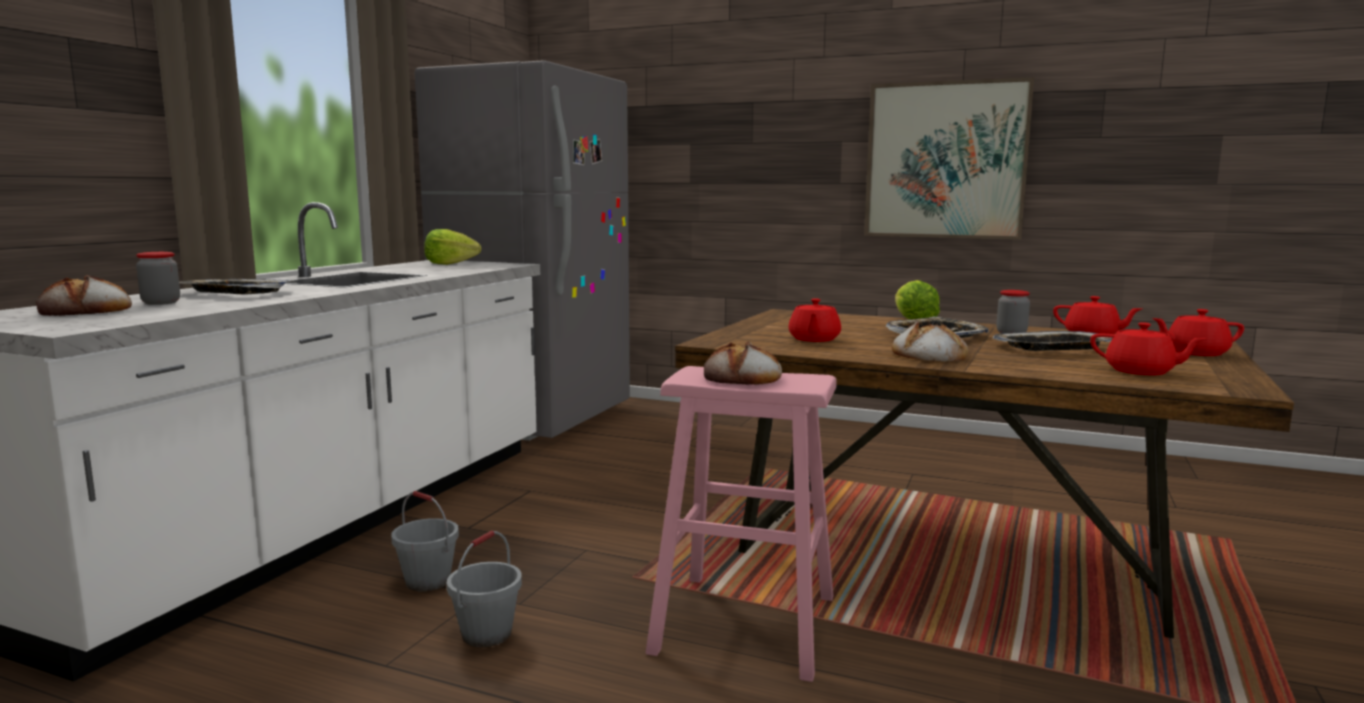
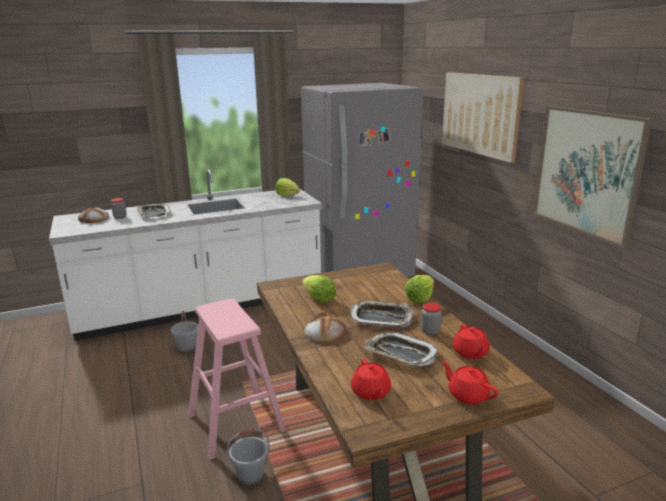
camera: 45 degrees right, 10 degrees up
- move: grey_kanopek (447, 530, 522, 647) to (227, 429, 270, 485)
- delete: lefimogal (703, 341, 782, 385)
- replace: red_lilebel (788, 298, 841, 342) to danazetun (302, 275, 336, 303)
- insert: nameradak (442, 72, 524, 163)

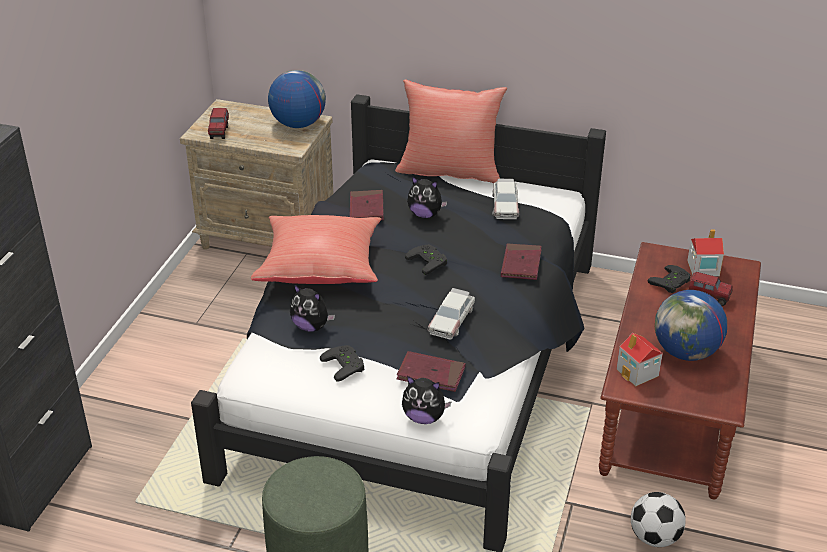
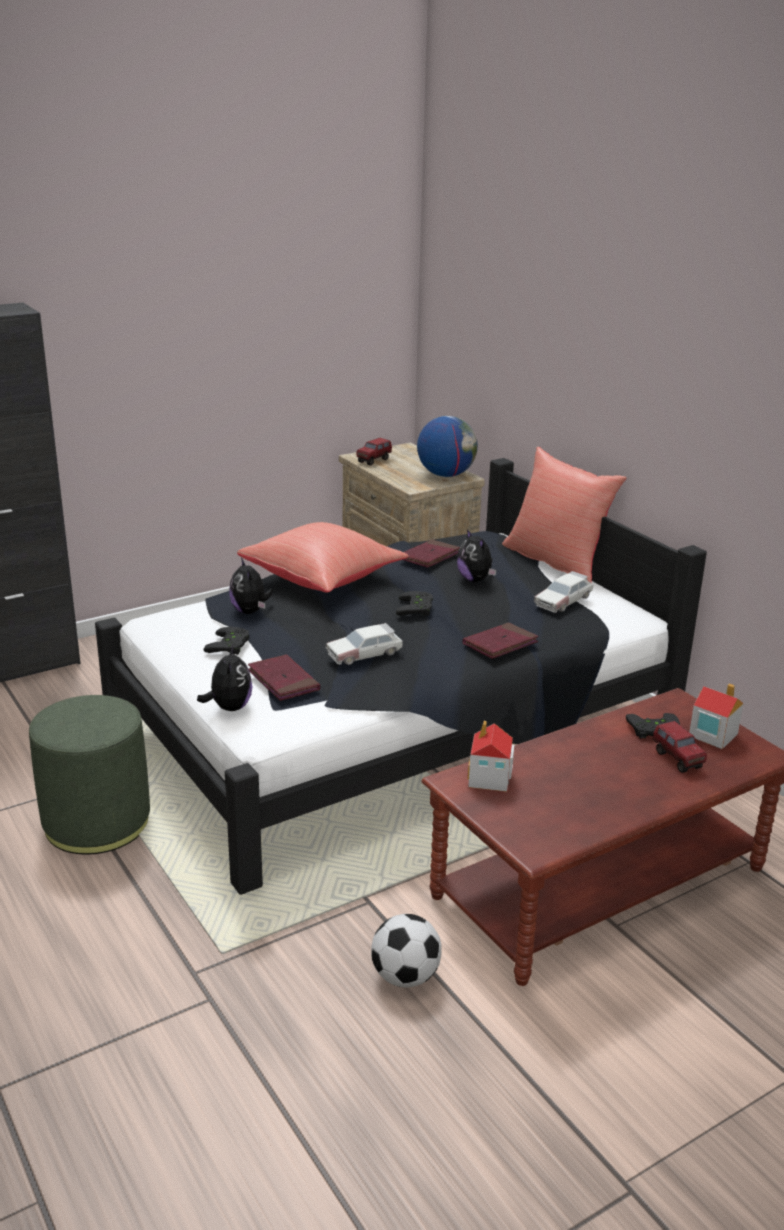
camera: 40 degrees right, 10 degrees down
- rotate: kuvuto (402, 376, 452, 424) = (197, 646, 252, 711) 150 degrees counterclockwise
- delete: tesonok (655, 290, 727, 361)

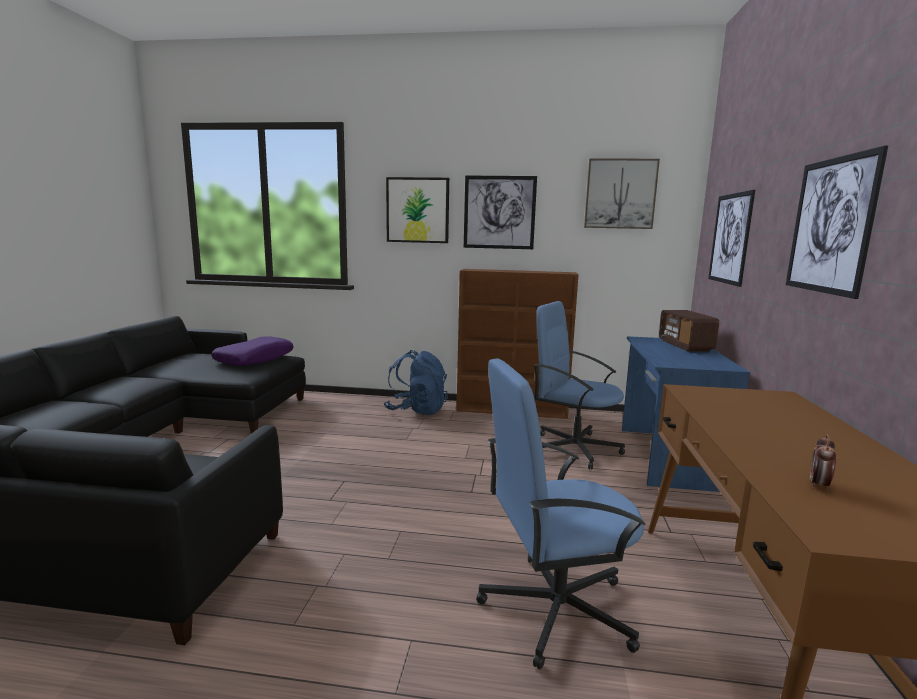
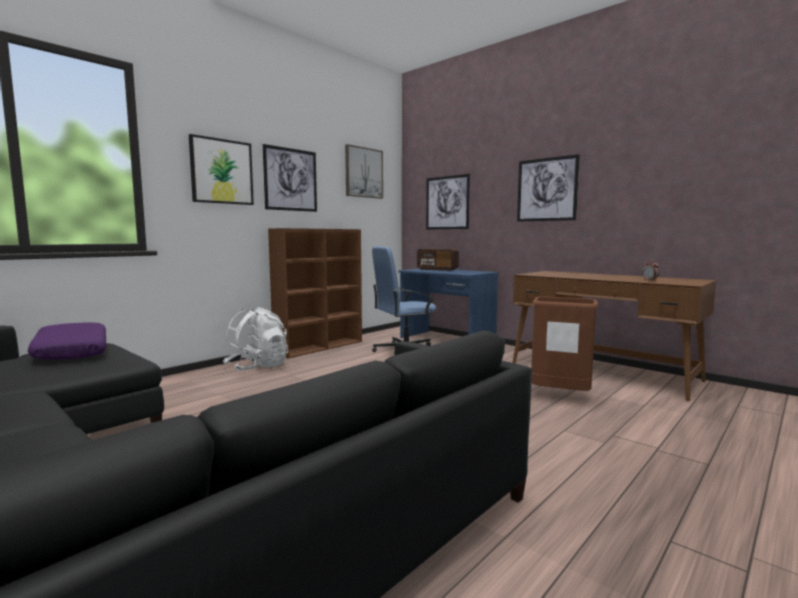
camera: 55 degrees left, 5 degrees down
- recolor: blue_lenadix (383, 350, 448, 415) to white_lenadix (223, 307, 288, 371)
- replace: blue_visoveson (476, 359, 646, 669) to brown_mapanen (531, 296, 598, 391)

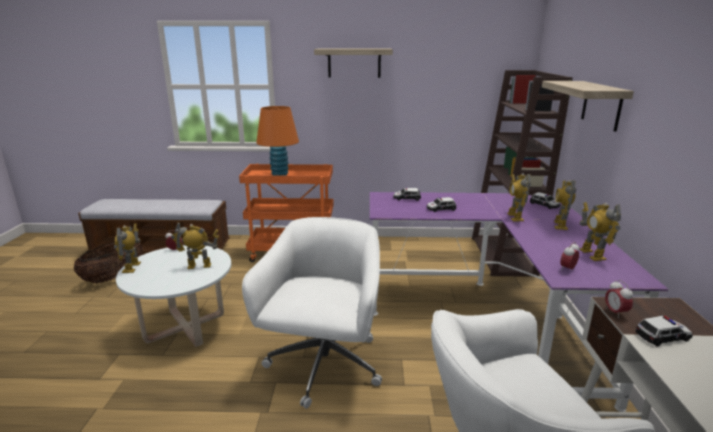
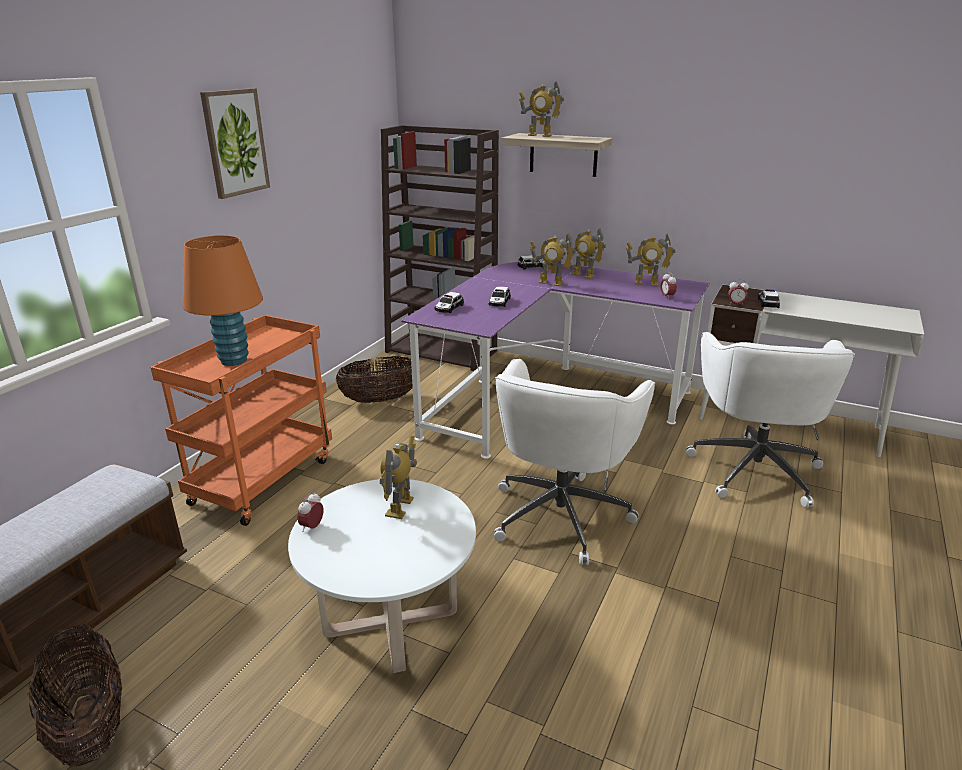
camera: 65 degrees left, 5 degrees up
- move: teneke (114, 224, 141, 273) to (519, 81, 564, 137)
- rotate: white_visoveson (242, 217, 382, 409) = (494, 359, 655, 565) 105 degrees counterclockwise
- replace: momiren (314, 49, 393, 78) to nameradak (200, 88, 270, 199)
- insert: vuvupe (336, 356, 413, 403)

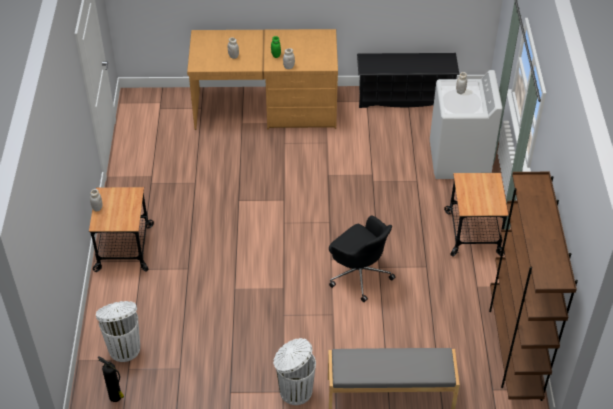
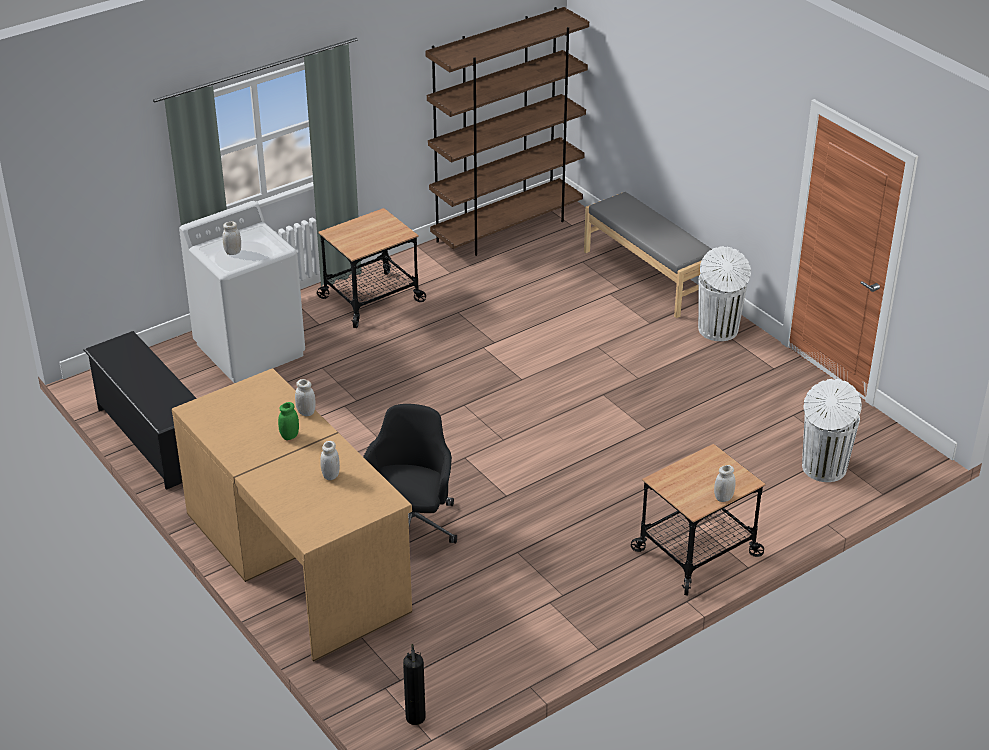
camera: 125 degrees left, 10 degrees down
- move: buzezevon (98, 356, 124, 402) to (403, 644, 426, 725)
- move: black_visoveson (329, 215, 395, 302) to (363, 404, 457, 543)

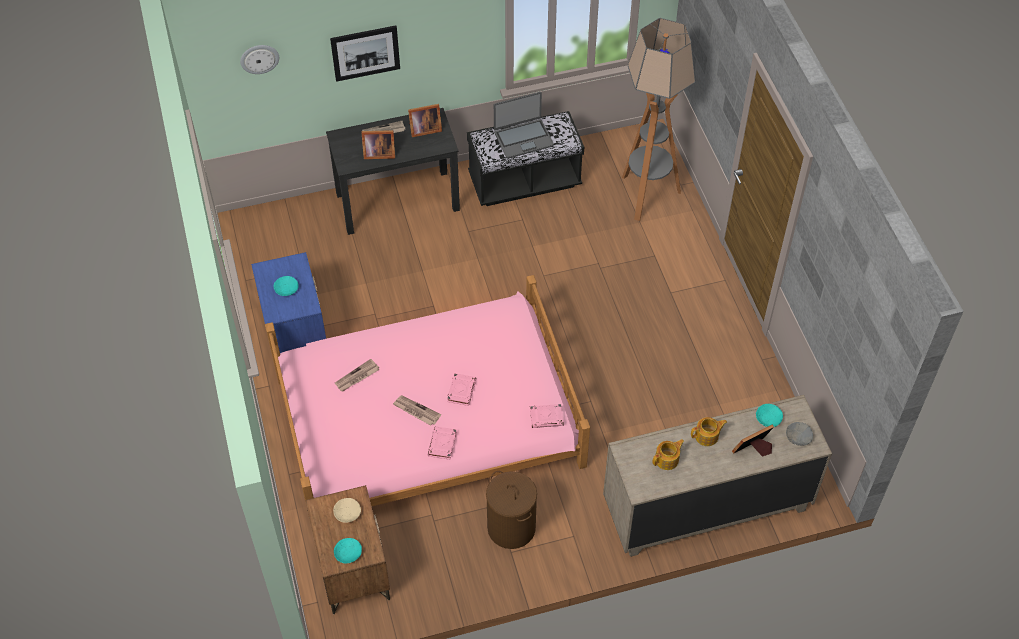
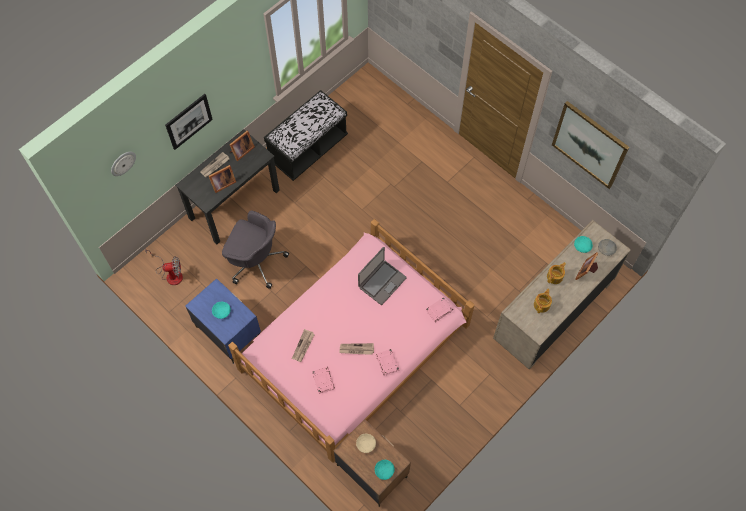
camera: 30 degrees left, 10 degrees up
- move: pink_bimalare (447, 373, 476, 406) to (312, 367, 335, 394)
- delete: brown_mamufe (486, 471, 537, 549)
- move: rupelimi (494, 92, 554, 159) to (358, 247, 407, 305)
- delete: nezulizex (622, 18, 696, 221)
- insert: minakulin (145, 248, 183, 285)
- insert: grey_visoveson (222, 210, 289, 289)
- insert: nameradak (552, 101, 629, 189)

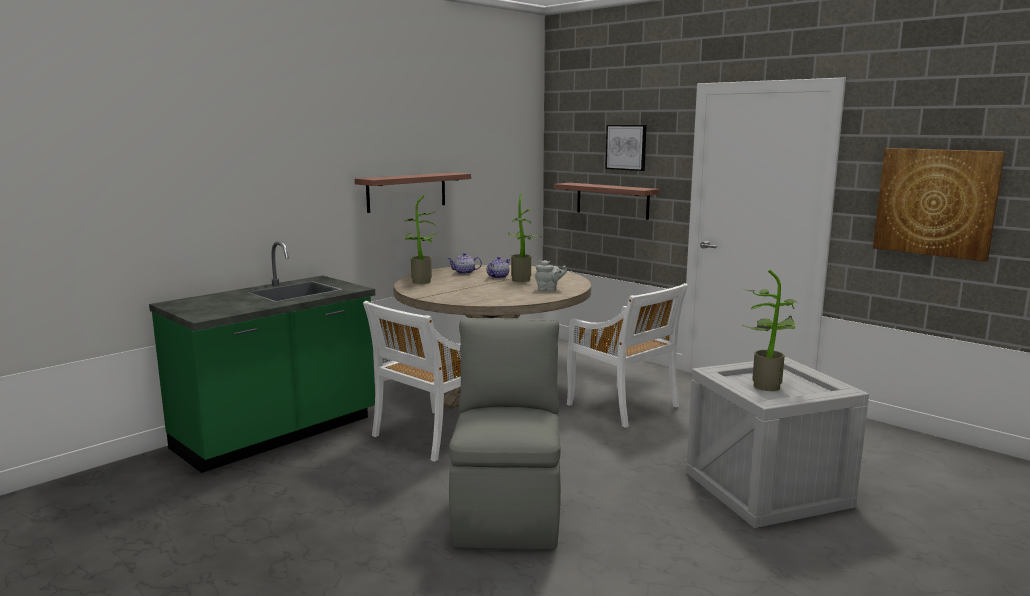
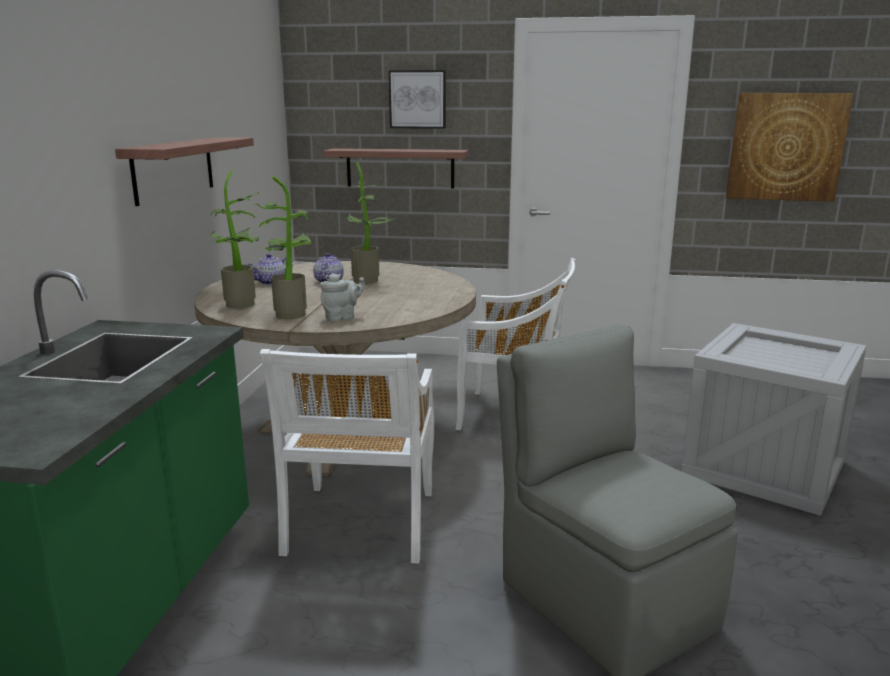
camera: 35 degrees left, 5 degrees up
- move: grey_lilebel (535, 260, 567, 291) to (320, 273, 365, 321)
- move: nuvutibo (740, 270, 798, 391) to (246, 176, 311, 319)

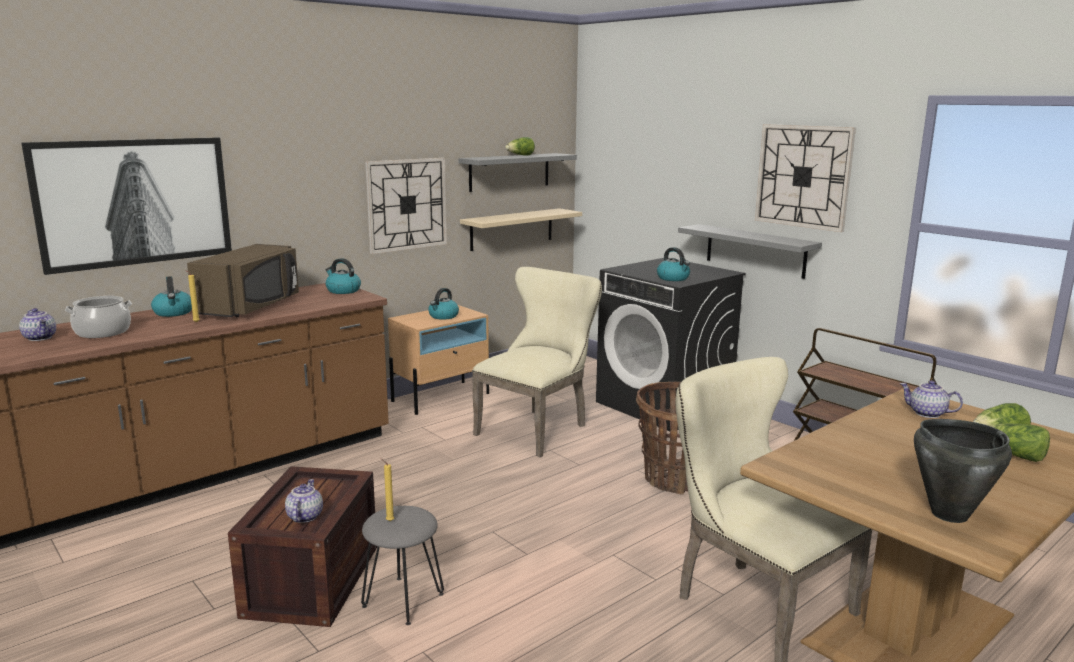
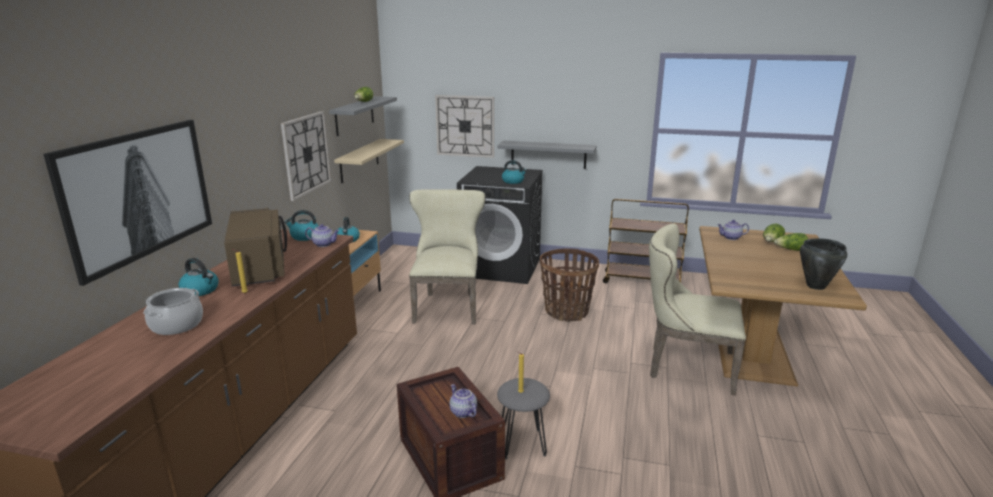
camera: 35 degrees left, 5 degrees up
- move: lilebel (19, 308, 56, 341) to (305, 224, 340, 247)
- move: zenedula (755, 124, 856, 232) to (435, 95, 494, 158)

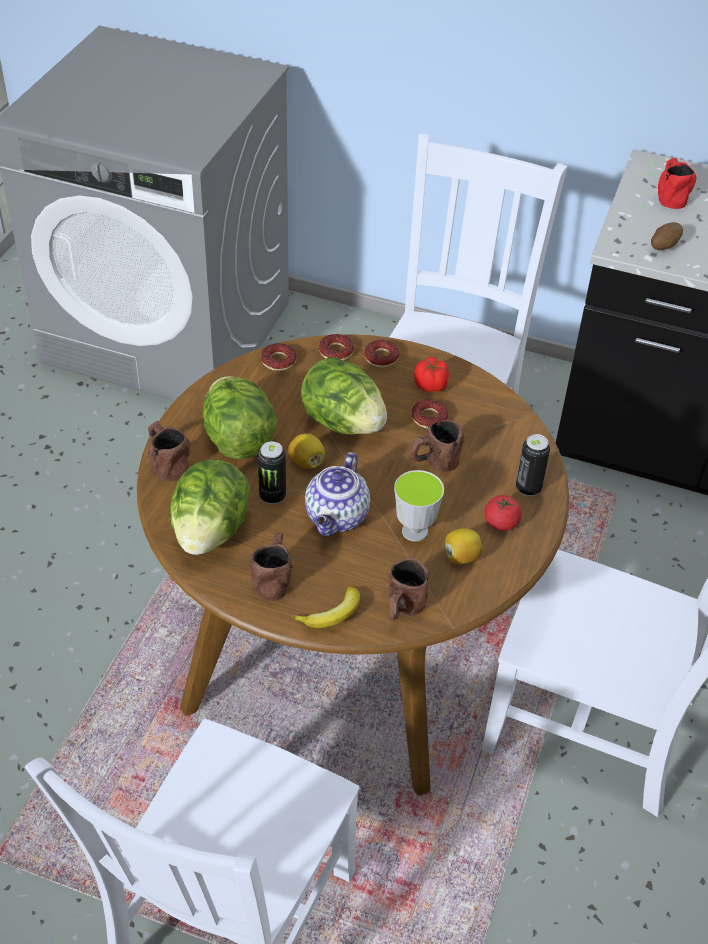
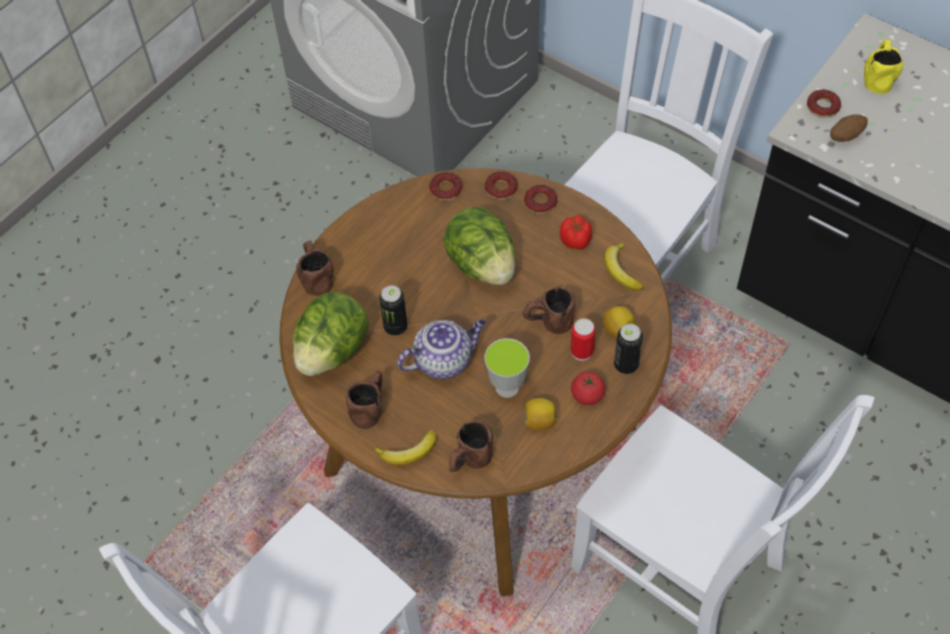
camera: 20 degrees right, 10 degrees up
- delete: danazetun (203, 376, 277, 459)
- move: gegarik (288, 434, 325, 469) to (602, 306, 636, 339)
- rotate: lilebel (305, 452, 370, 536) = (397, 319, 486, 379) 150 degrees counterclockwise
- move: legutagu (412, 399, 449, 429) to (807, 89, 841, 118)
- recolor: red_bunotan (658, 157, 697, 209) to yellow_bunotan (864, 40, 903, 94)
- insert: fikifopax (571, 318, 596, 361)
- insert: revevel (604, 242, 643, 291)

